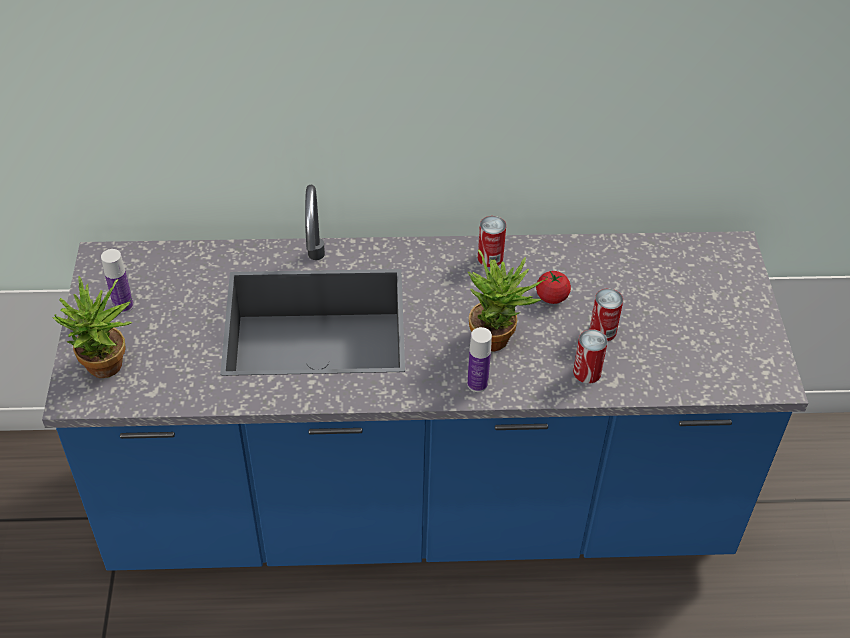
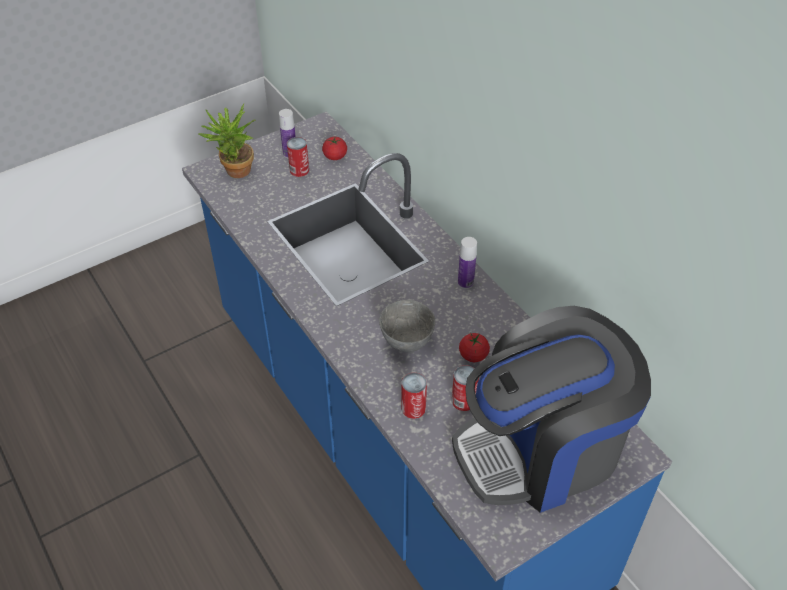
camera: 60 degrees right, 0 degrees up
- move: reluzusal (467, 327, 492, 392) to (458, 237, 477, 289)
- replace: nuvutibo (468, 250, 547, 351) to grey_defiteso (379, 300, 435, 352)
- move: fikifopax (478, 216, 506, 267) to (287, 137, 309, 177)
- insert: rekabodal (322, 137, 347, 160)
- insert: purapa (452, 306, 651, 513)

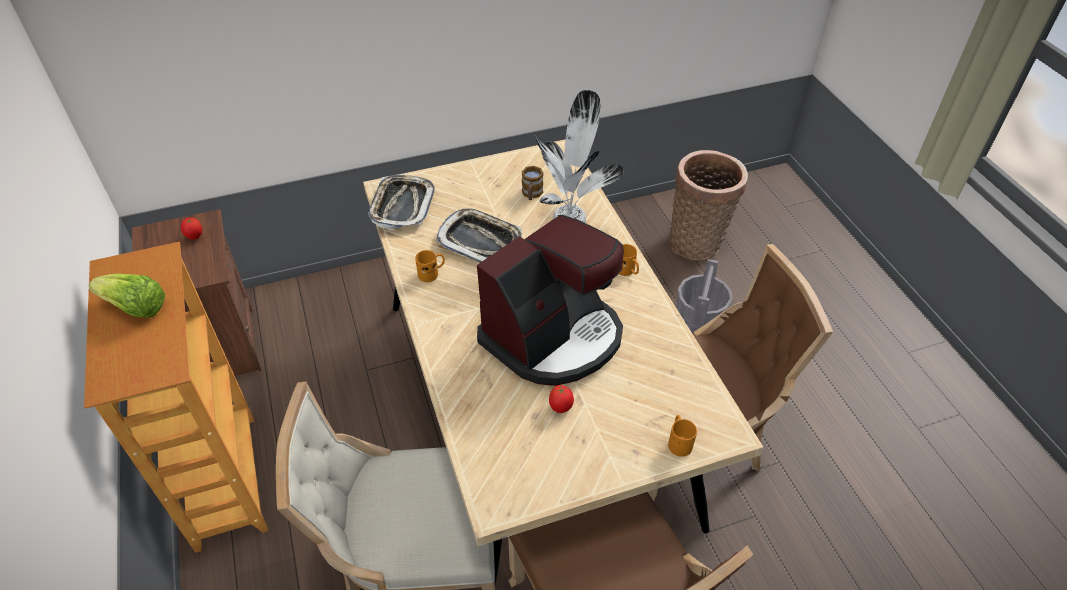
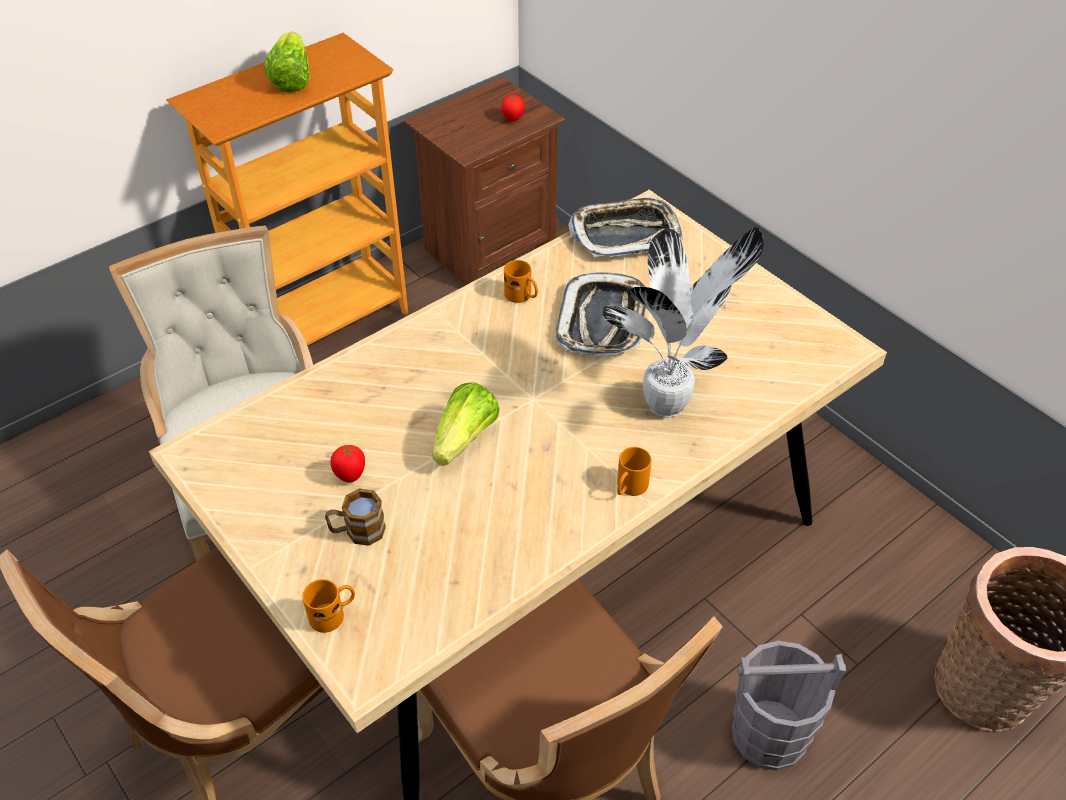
camera: 70 degrees right, 0 degrees up
- replace: purapa (477, 215, 624, 386) to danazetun (433, 383, 499, 466)
- move: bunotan (522, 166, 544, 200) to (325, 488, 386, 546)

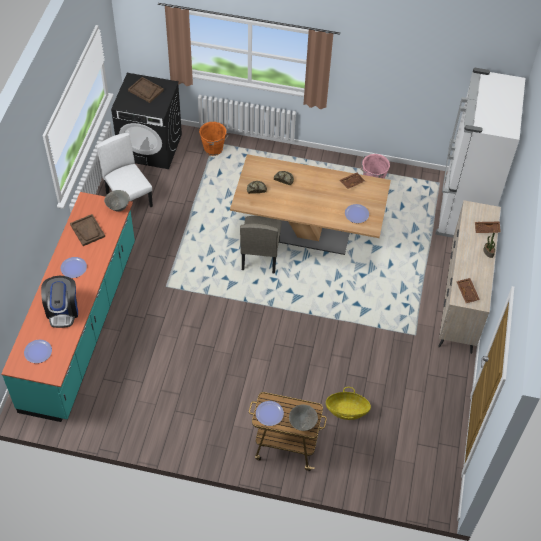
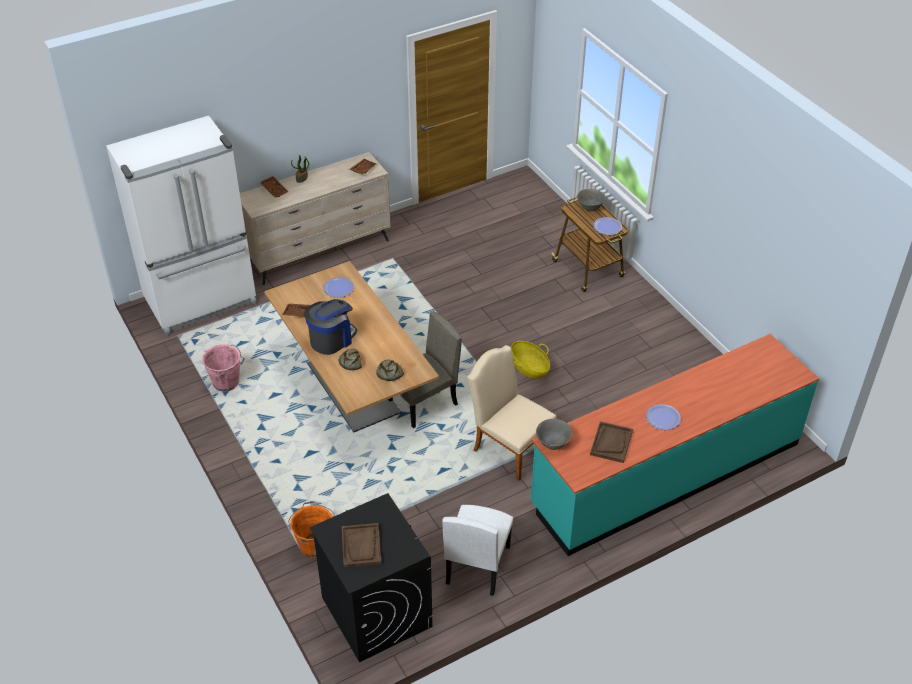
camera: 130 degrees left, 10 degrees down
- delete: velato (24, 340, 52, 363)
- move: purapa (41, 276, 78, 328) to (304, 299, 357, 355)
- move: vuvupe (326, 387, 371, 420) to (511, 341, 550, 379)
- insert: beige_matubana (467, 345, 557, 481)

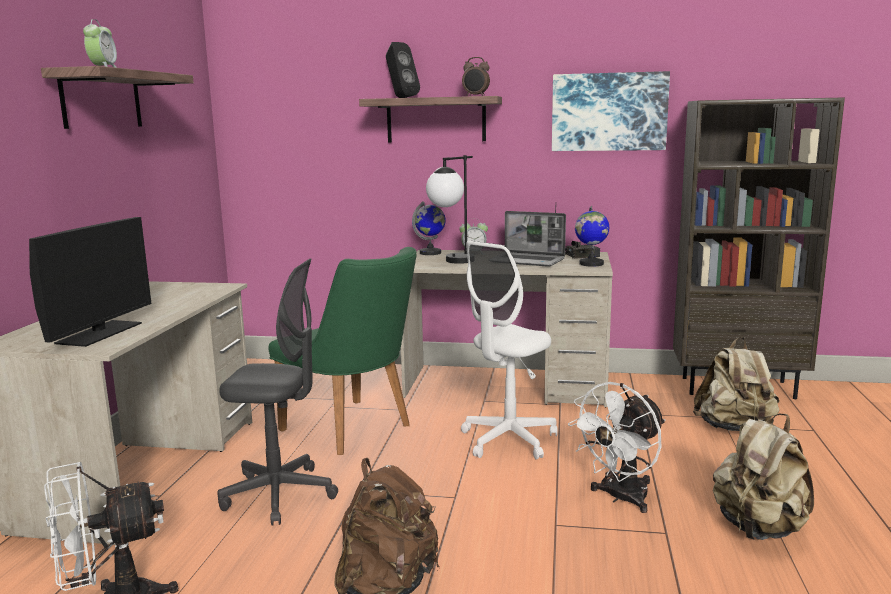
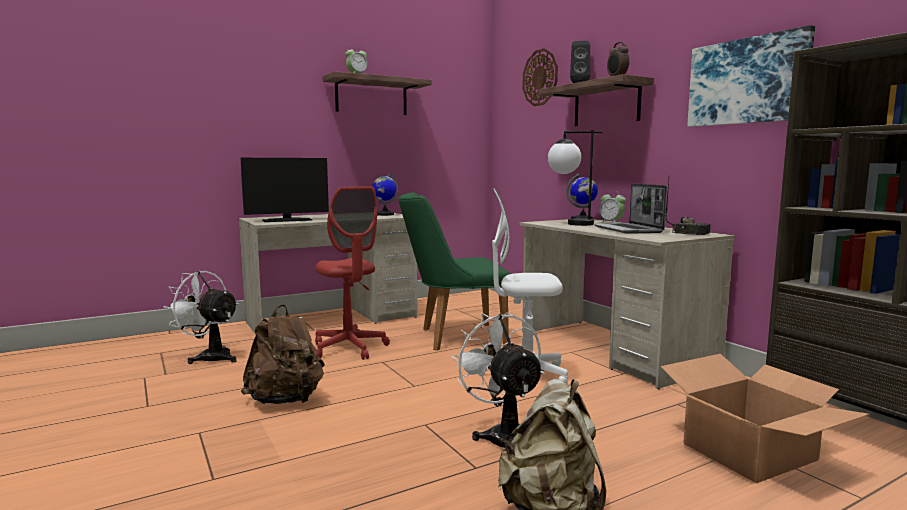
camera: 50 degrees right, 5 degrees down
- recolor: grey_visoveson (217, 259, 338, 525) to red_visoveson (315, 186, 390, 360)
- rotate: green_matubana (268, 247, 417, 455) = (398, 192, 510, 351) 75 degrees clockwise
- rotate: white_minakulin (568, 382, 665, 513) = (452, 312, 544, 448) 60 degrees clockwise
- move: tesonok (575, 206, 609, 267) to (372, 173, 398, 216)
- replace: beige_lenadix (693, 337, 779, 431) to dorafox (661, 354, 870, 483)
- insert: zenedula (522, 48, 558, 106)

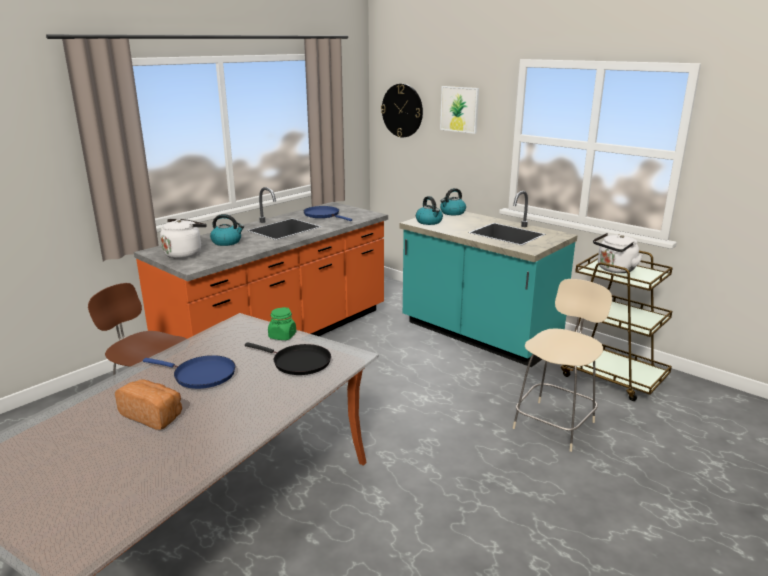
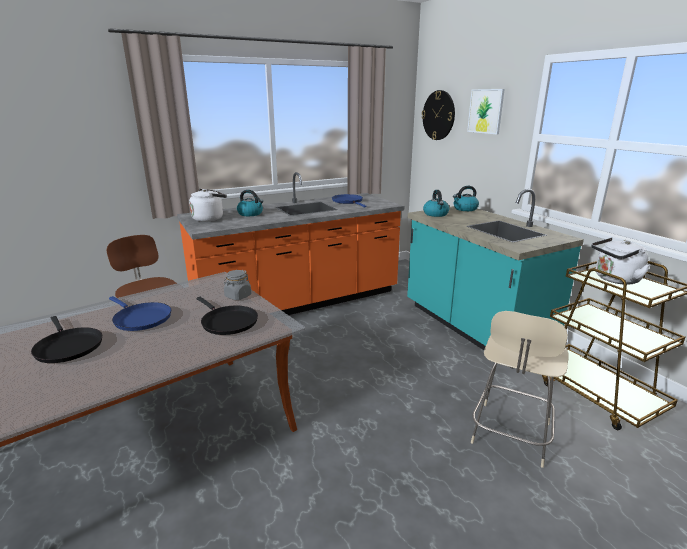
camera: 20 degrees right, 0 degrees up
- replace: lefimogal (115, 379, 182, 430) to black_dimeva (31, 316, 102, 363)
- recolor: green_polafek (268, 307, 296, 340) to grey_polafek (224, 270, 251, 300)
- rotate: beige_matubana (513, 279, 612, 452) = (471, 311, 569, 468) 150 degrees clockwise

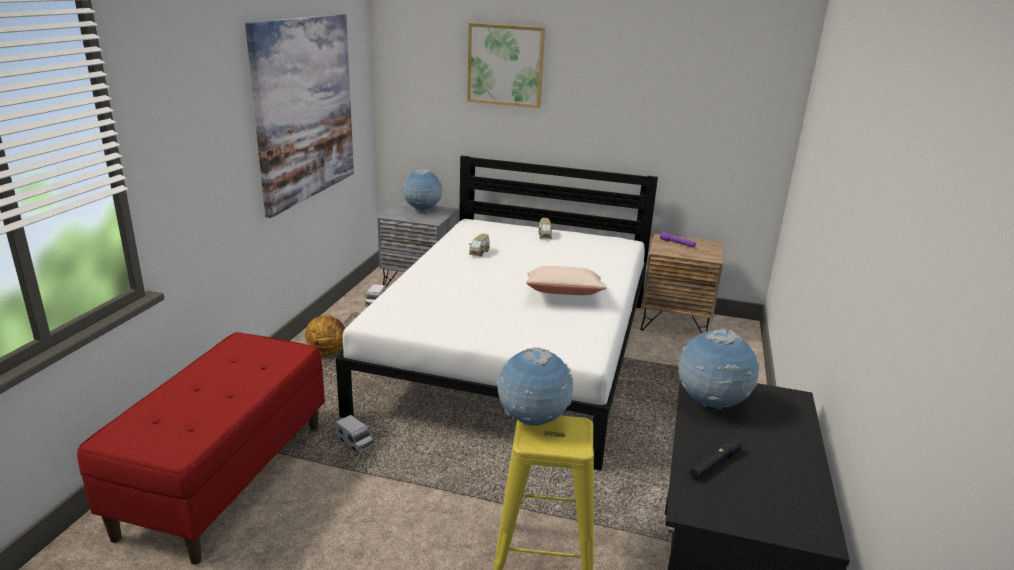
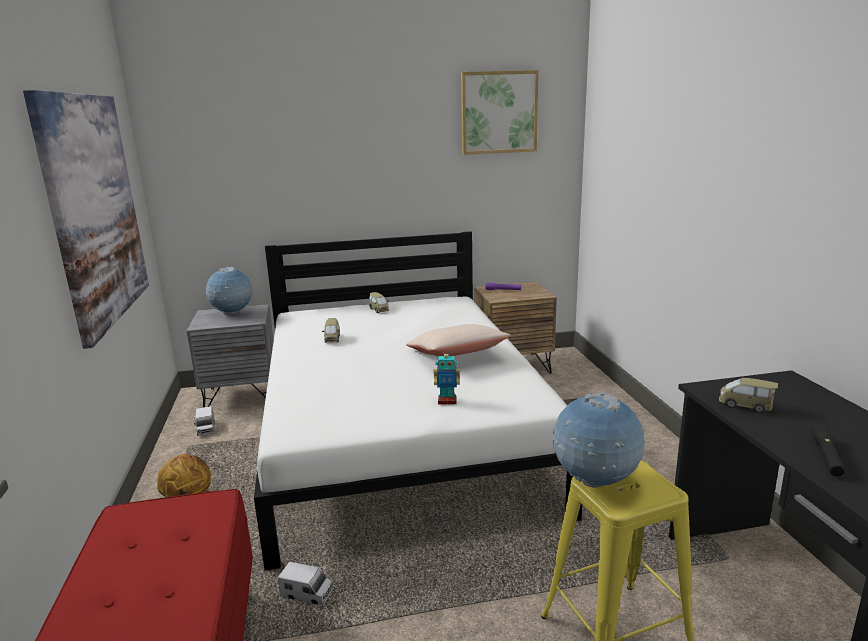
camera: 25 degrees left, 5 degrees down
- move: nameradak (467, 23, 545, 108) to (461, 70, 539, 155)
- replace: tesonok (678, 329, 760, 409) to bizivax (719, 378, 778, 413)
- insert: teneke (433, 349, 460, 405)

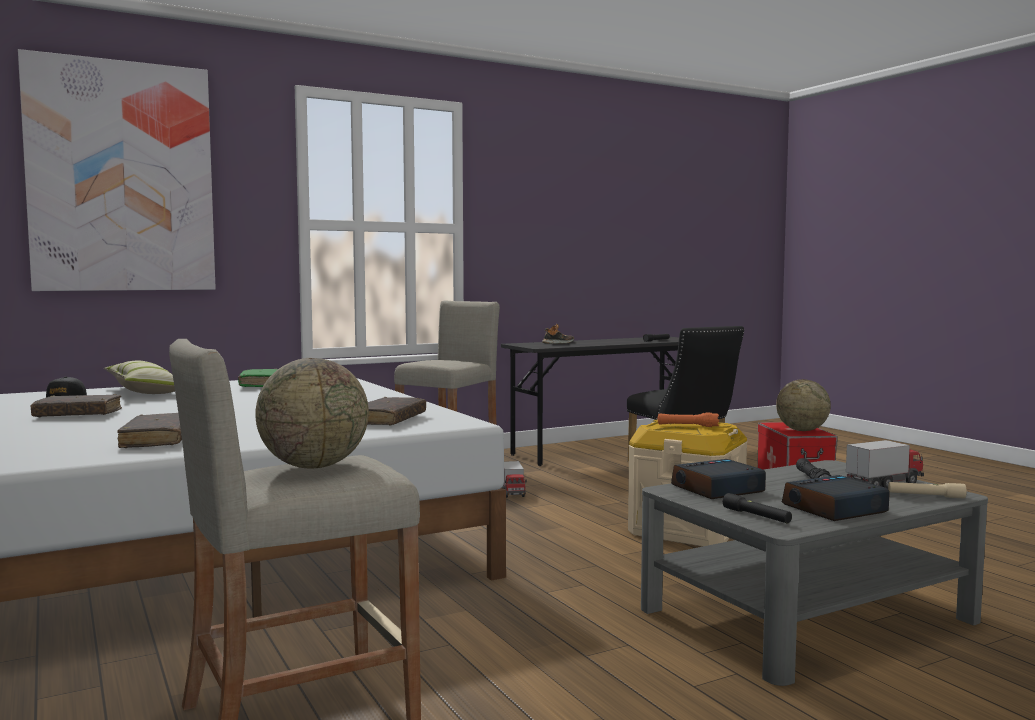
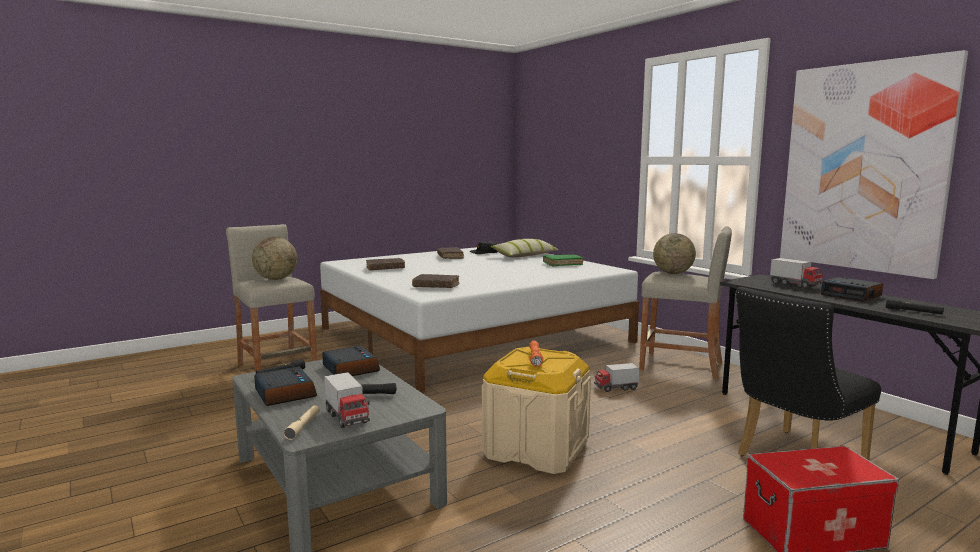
camera: 85 degrees right, 5 degrees up
- move: nameradak (18, 49, 216, 291) to (780, 50, 968, 279)
- replace: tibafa (542, 324, 574, 344) to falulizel (770, 258, 823, 289)
- move: tesonok (776, 379, 831, 431) to (653, 233, 696, 274)
- insert: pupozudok (820, 277, 883, 302)

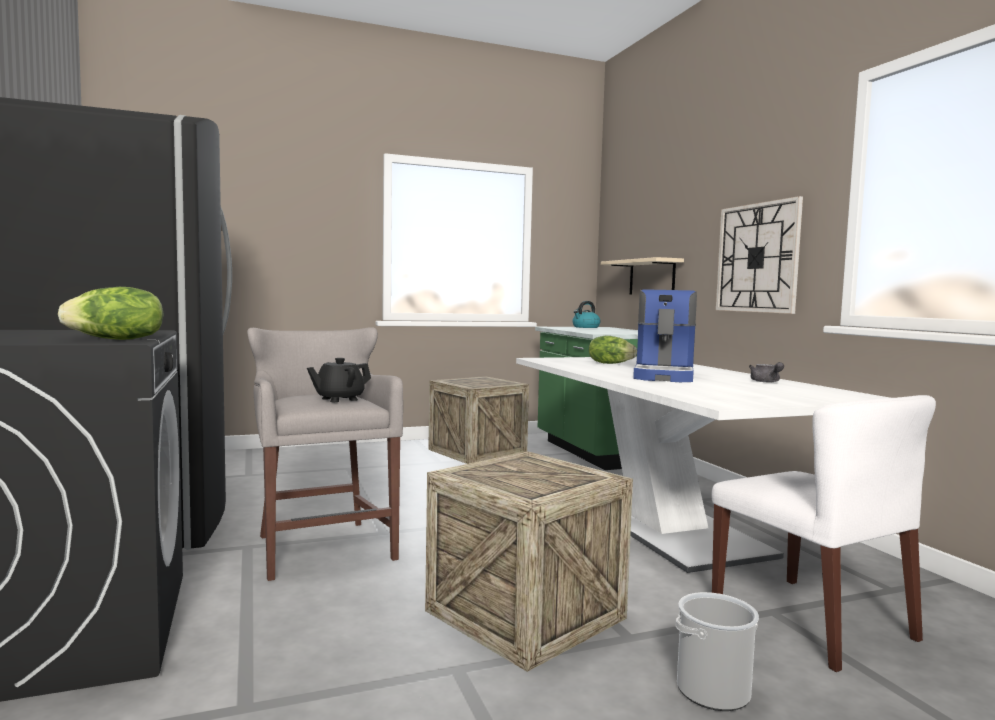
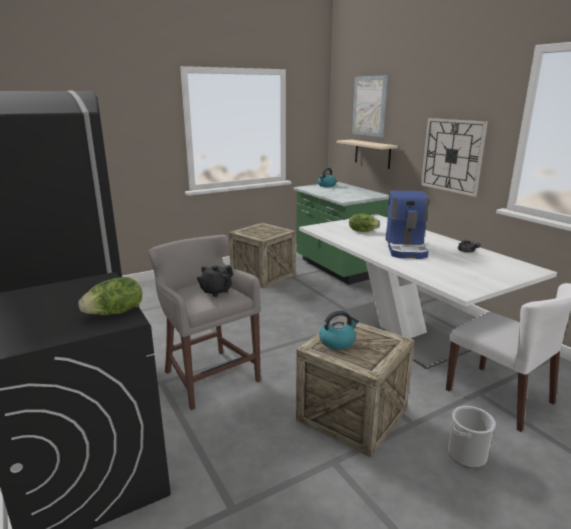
camera: 10 degrees left, 15 degrees up
- insert: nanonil (319, 311, 359, 350)
- insert: nameradak (352, 75, 388, 137)

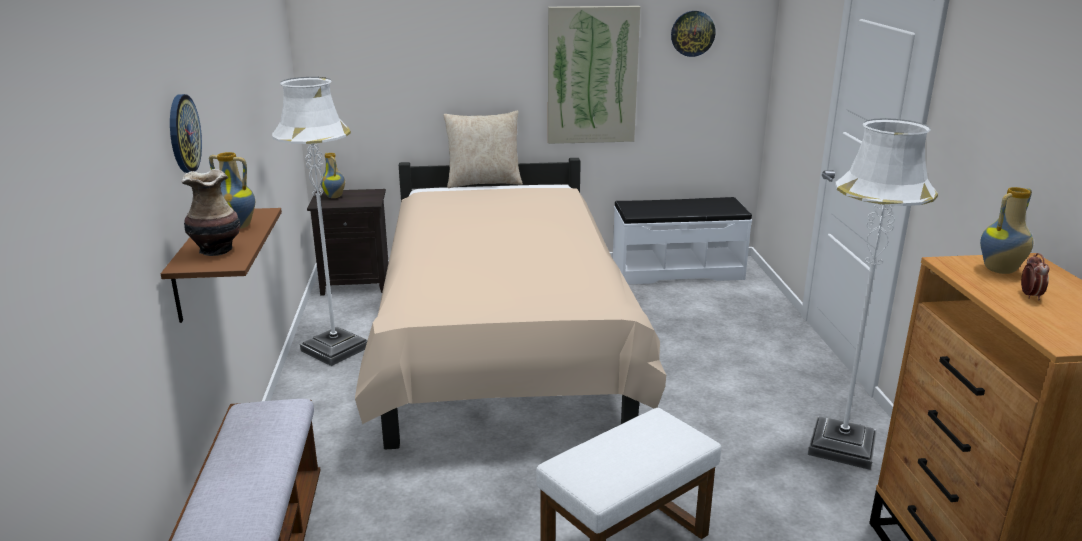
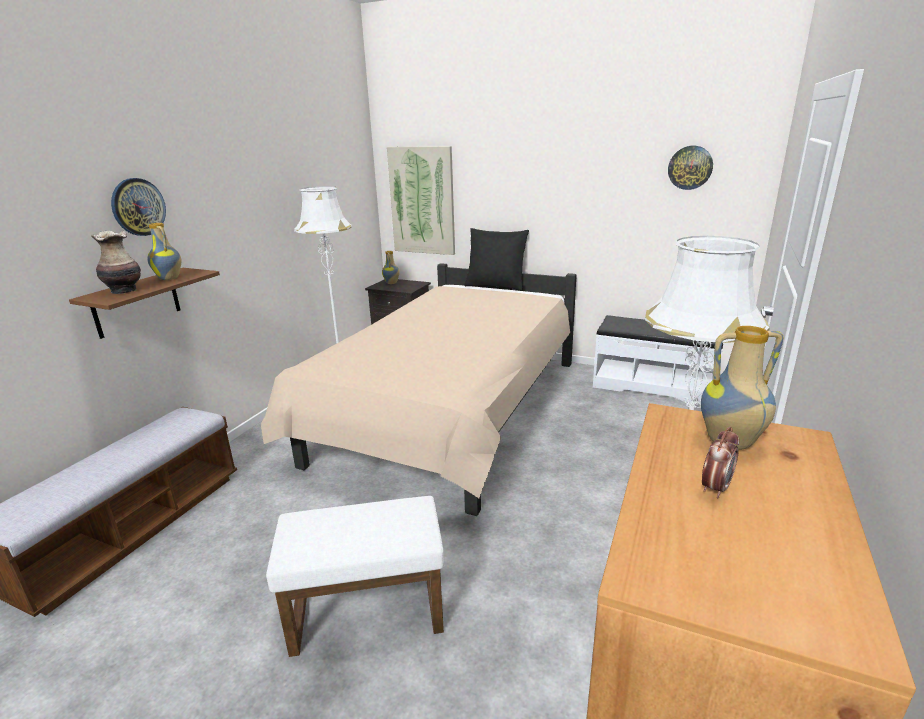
camera: 30 degrees right, 0 degrees up
- recolor: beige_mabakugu (443, 111, 523, 188) to black_mabakugu (464, 228, 529, 291)
- move: nameradak (548, 6, 640, 144) to (387, 146, 455, 255)

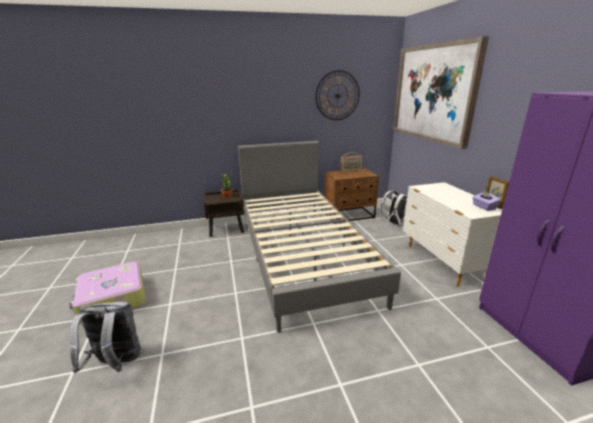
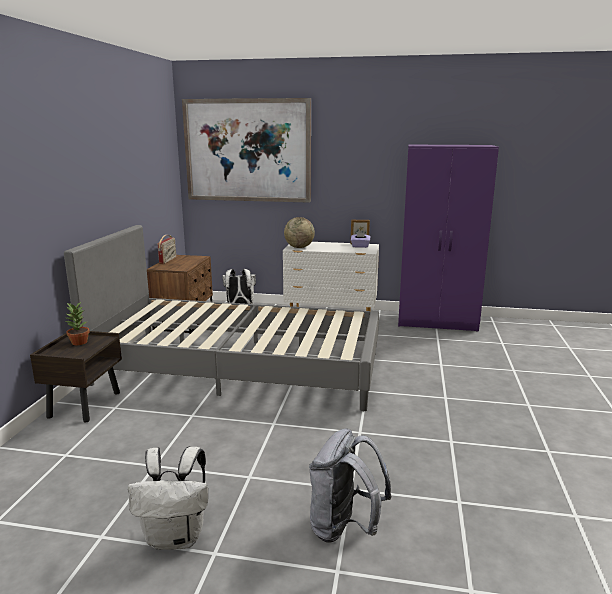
camera: 65 degrees left, 5 degrees down
- replace: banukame (69, 262, 146, 323) to white_lenadix (128, 446, 208, 550)
- delete: zenedula (316, 70, 360, 120)
- insert: tesonok (284, 217, 315, 248)

